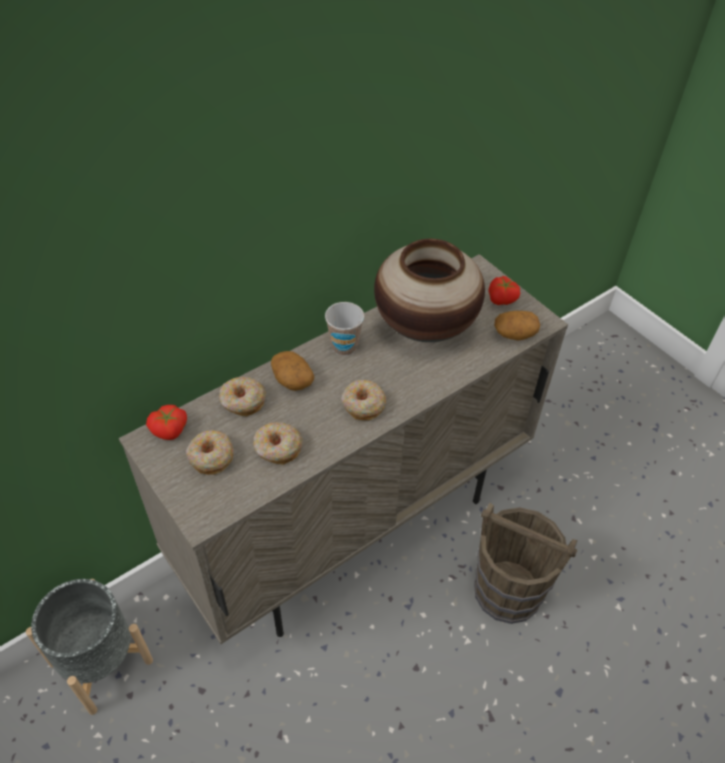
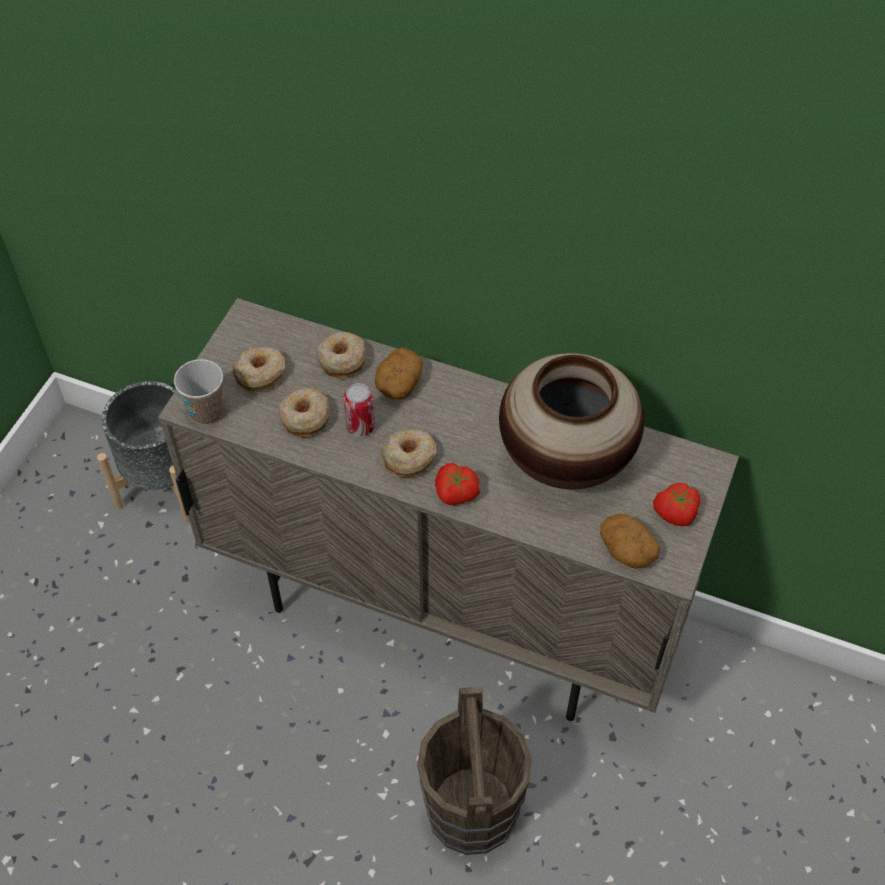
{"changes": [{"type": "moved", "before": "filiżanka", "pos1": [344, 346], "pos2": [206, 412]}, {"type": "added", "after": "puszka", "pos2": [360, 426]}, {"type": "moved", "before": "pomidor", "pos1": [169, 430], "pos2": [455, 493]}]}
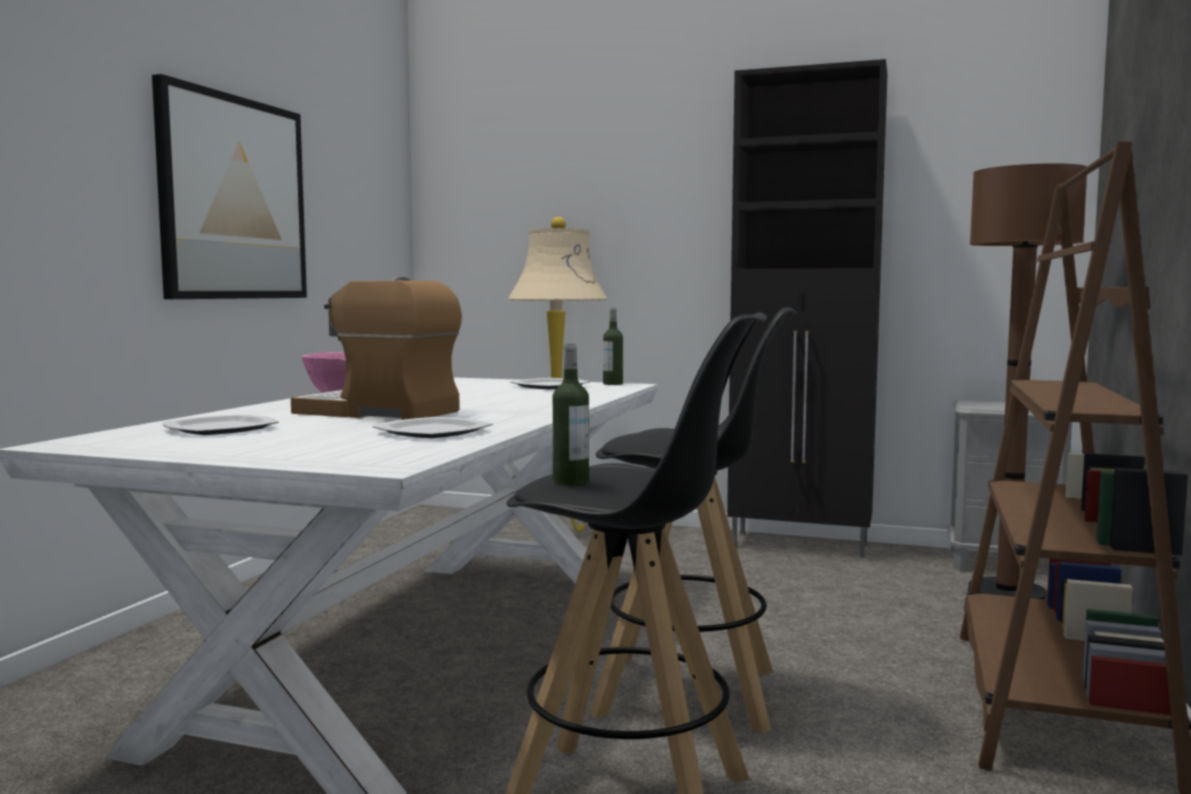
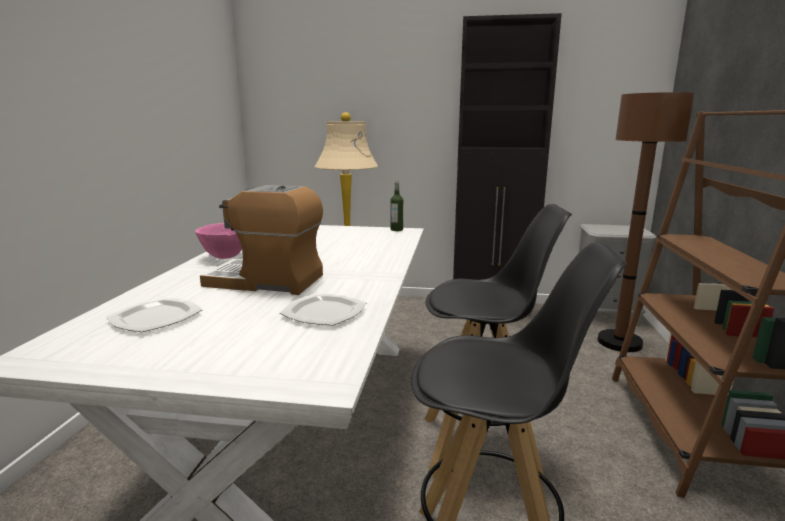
{"changes": [{"type": "removed", "before": "obraz", "pos1": [233, 198]}, {"type": "removed", "before": "talerz", "pos1": [550, 386]}, {"type": "removed", "before": "butelka", "pos1": [570, 481]}]}
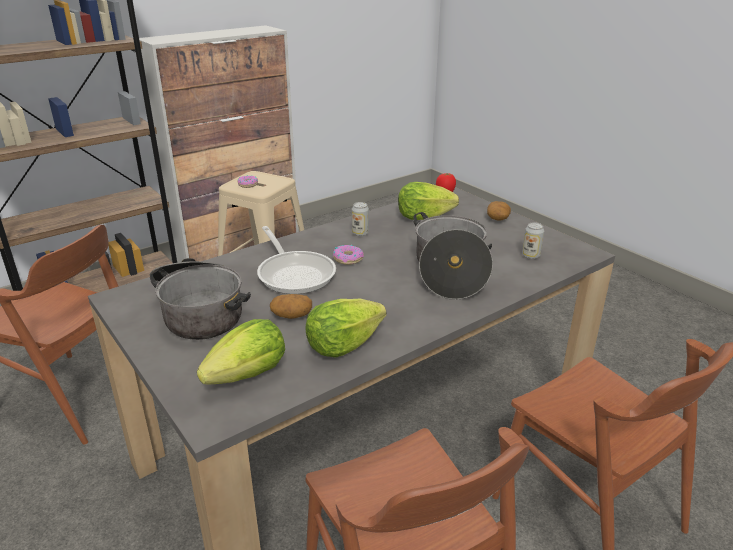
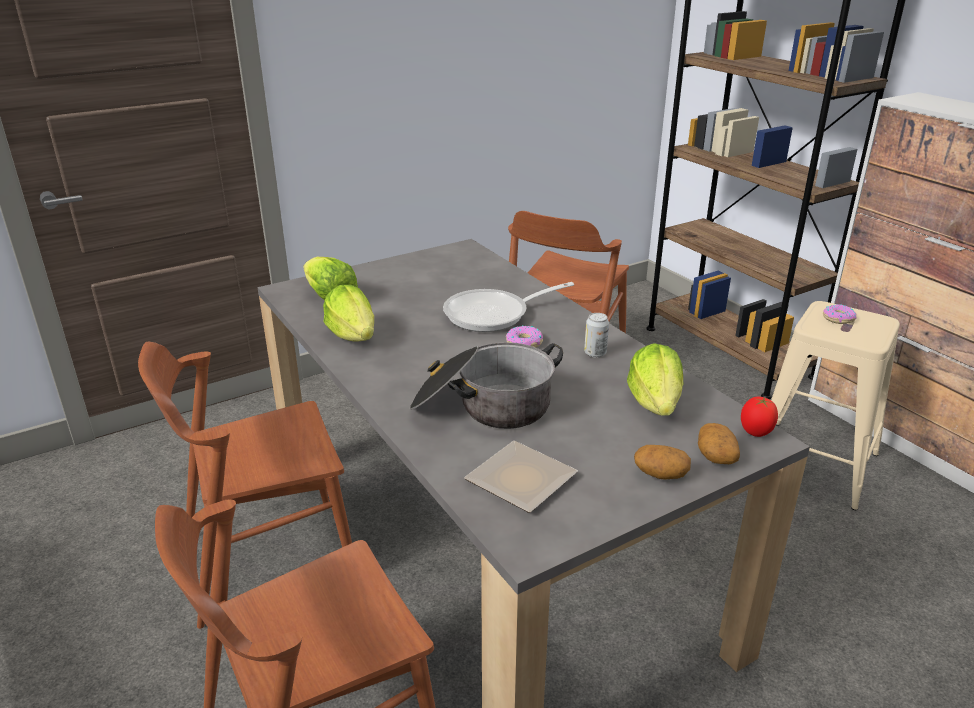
{"changes": [{"type": "replaced", "before": "puszka", "after": "talerz", "pos1": [531, 255], "pos2": [521, 483]}, {"type": "moved", "before": "ziemniak", "pos1": [291, 315], "pos2": [715, 455]}, {"type": "removed", "before": "garnek", "pos1": [200, 312]}]}
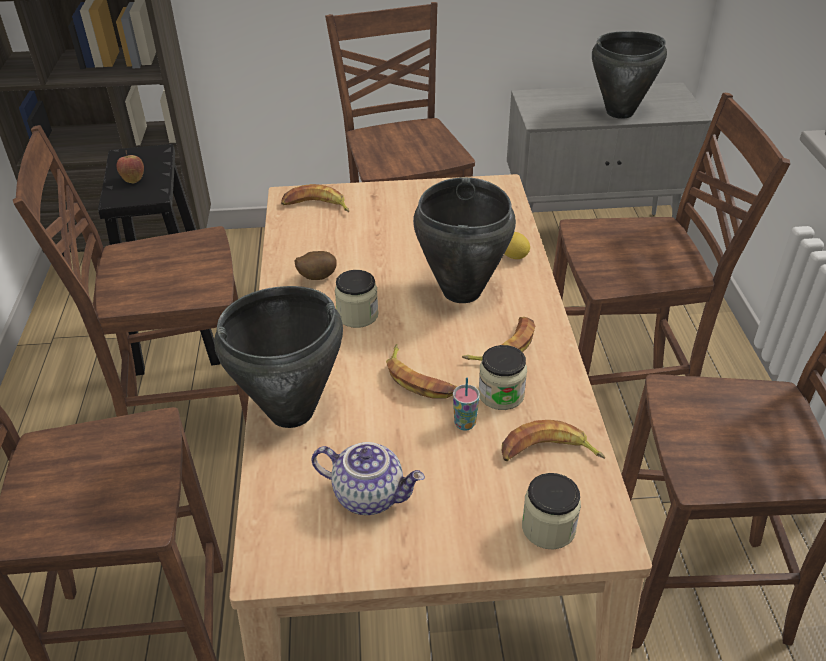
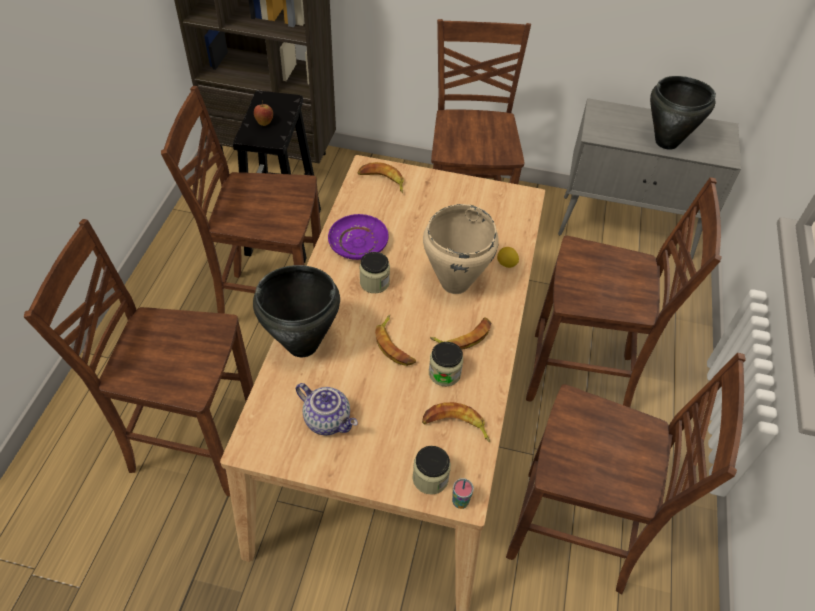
{"changes": [{"type": "replaced", "before": "ziemniak", "after": "talerz/fioletowy", "pos1": [316, 277], "pos2": [358, 243]}, {"type": "recoloured", "before": "garnek/czarny", "after": "garnek/beżowy", "pos1": [461, 291], "pos2": [454, 283]}, {"type": "moved", "before": "filiżanka", "pos1": [465, 424], "pos2": [460, 502]}]}
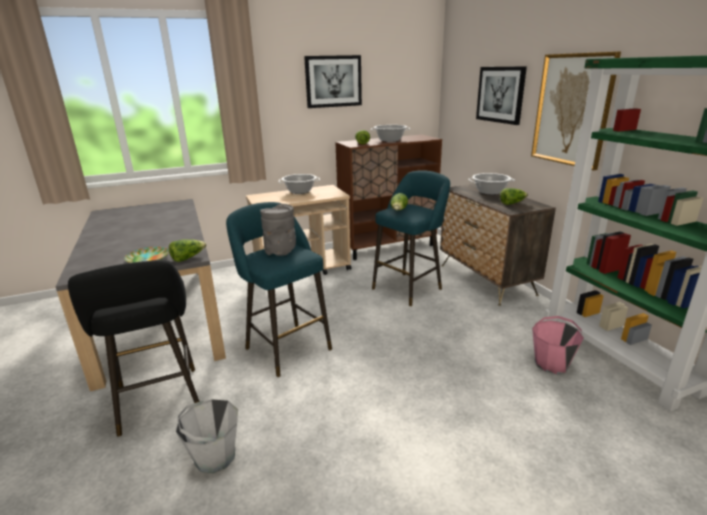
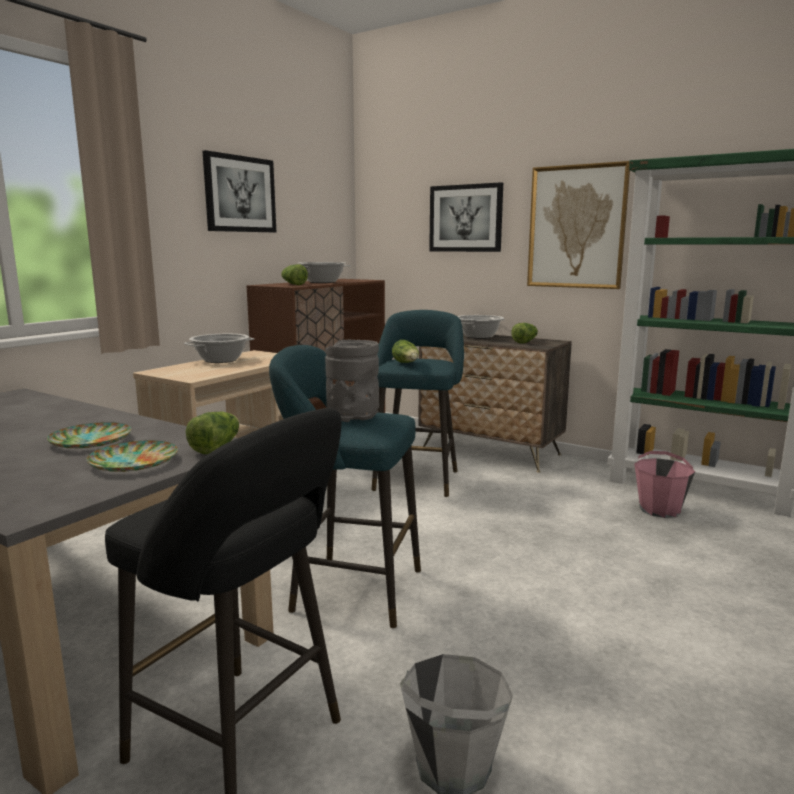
{"changes": [{"type": "added", "after": "talerz", "pos2": [90, 441]}]}
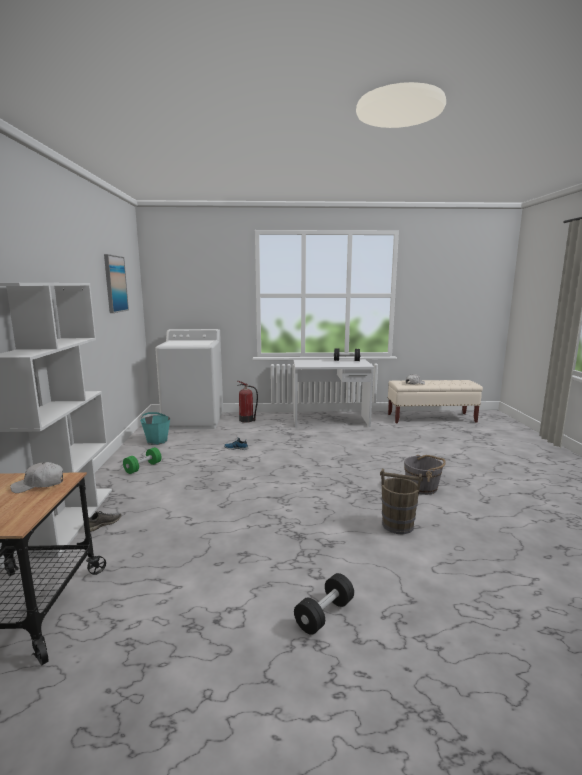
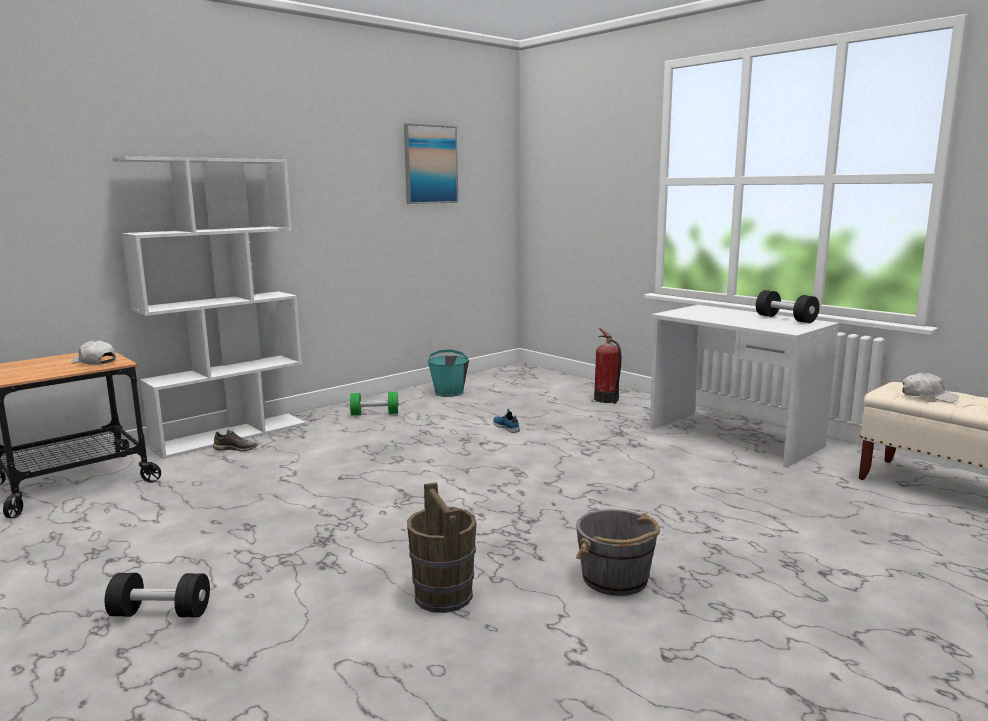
{"changes": [{"type": "removed", "before": "pralka/biały", "pos1": [194, 421]}]}
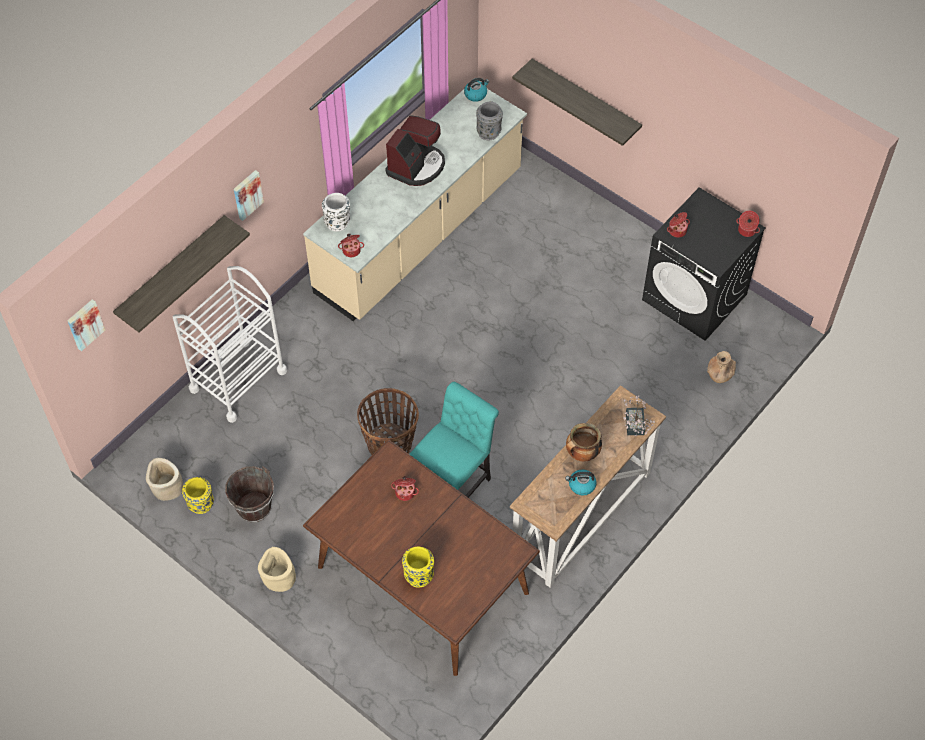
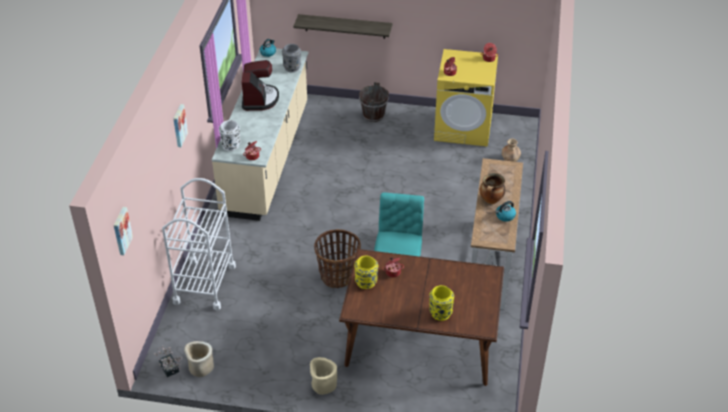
{"changes": [{"type": "moved", "before": "roślina doniczkowa", "pos1": [634, 427], "pos2": [170, 369]}, {"type": "moved", "before": "wazon/żółty", "pos1": [201, 504], "pos2": [366, 282]}, {"type": "moved", "before": "wiadro/brązowy", "pos1": [254, 508], "pos2": [373, 115]}, {"type": "recoloured", "before": "pralka/czarny", "after": "pralka/żółty", "pos1": [695, 297], "pos2": [463, 128]}, {"type": "removed", "before": "półka", "pos1": [172, 271]}]}
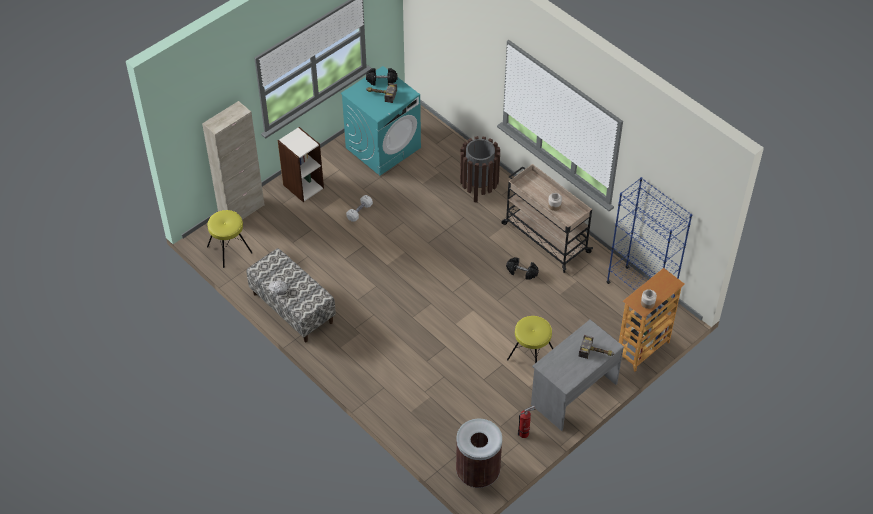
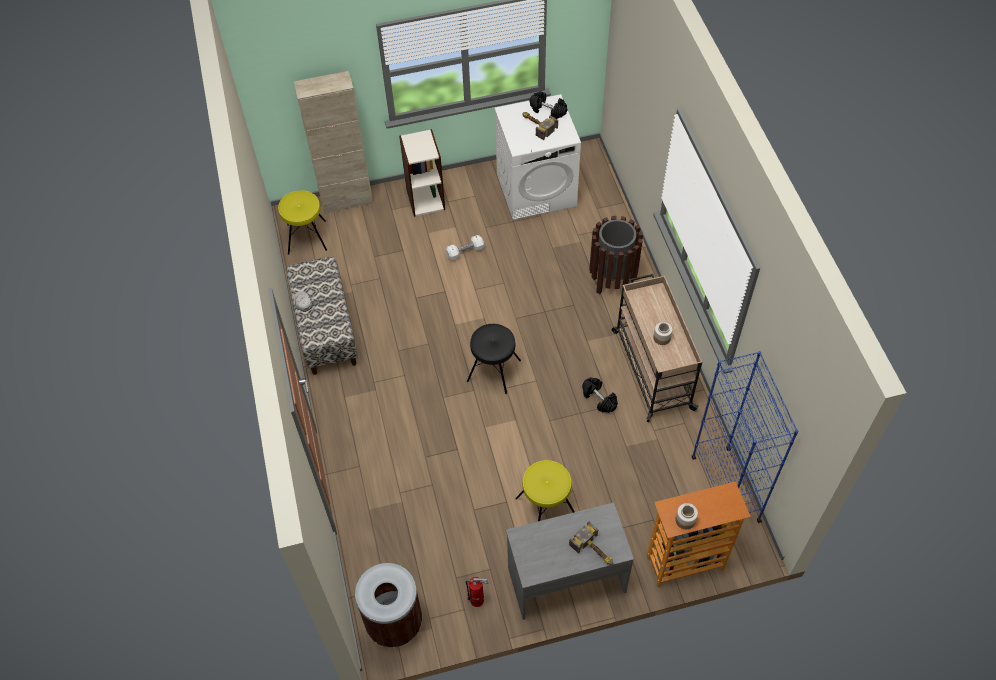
{"changes": [{"type": "added", "after": "stołek/czarny", "pos2": [493, 371]}, {"type": "recoloured", "before": "pralka/turkusowy", "after": "pralka/biały", "pos1": [383, 147], "pos2": [536, 190]}]}
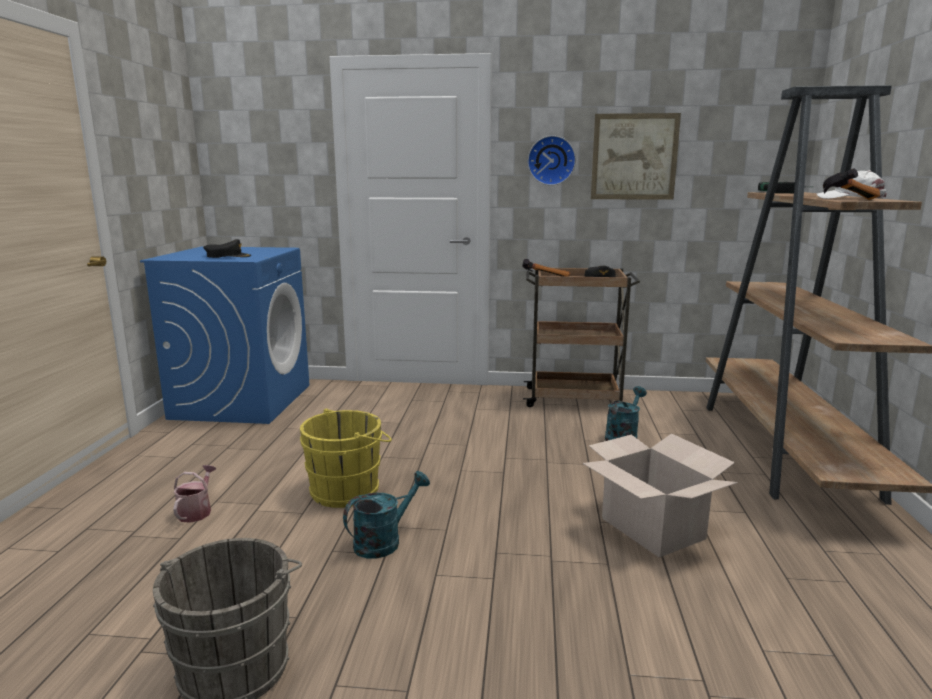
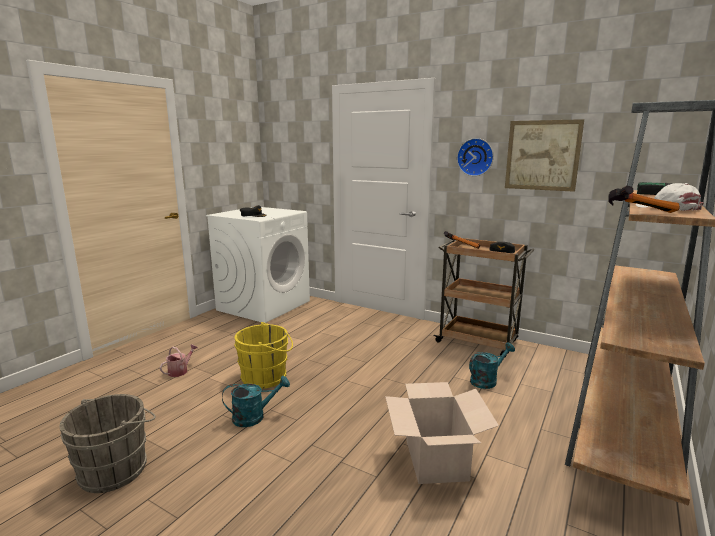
{"changes": [{"type": "recoloured", "before": "pralka/niebieski", "after": "pralka/biały", "pos1": [242, 401], "pos2": [264, 305]}]}
